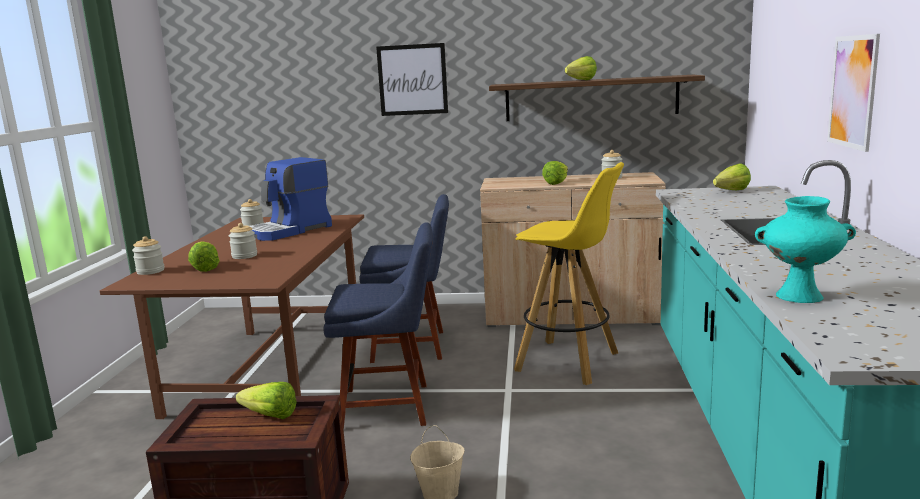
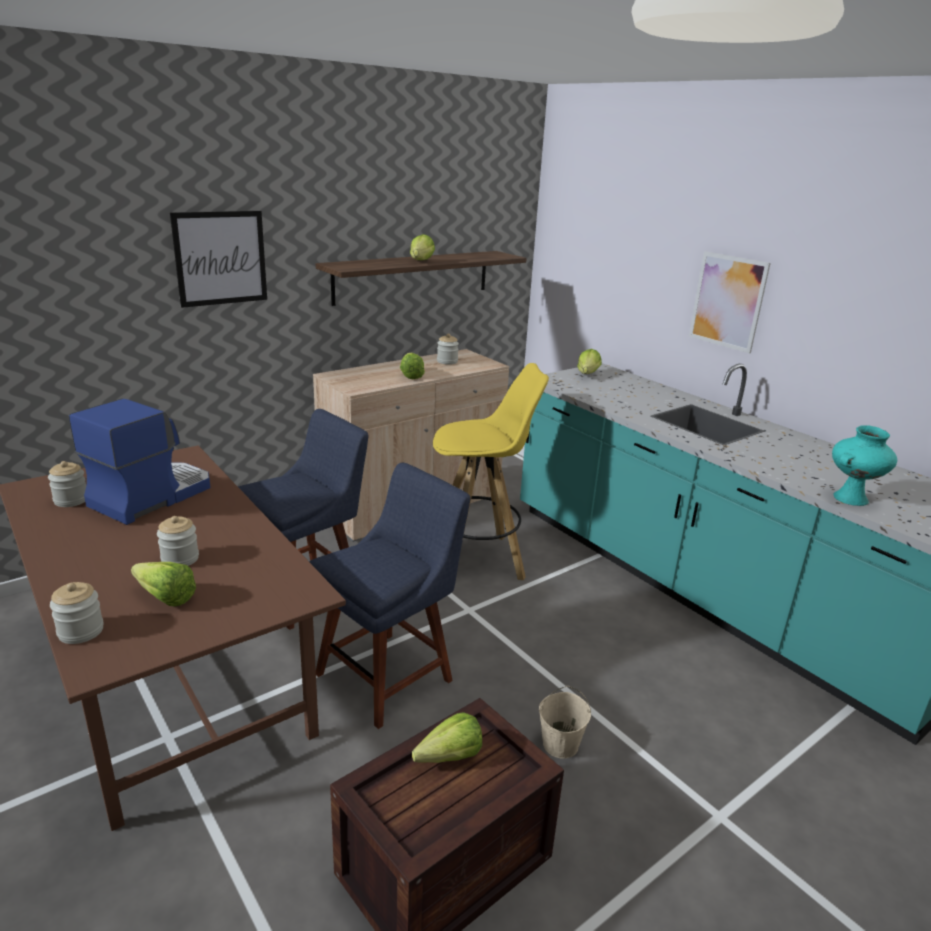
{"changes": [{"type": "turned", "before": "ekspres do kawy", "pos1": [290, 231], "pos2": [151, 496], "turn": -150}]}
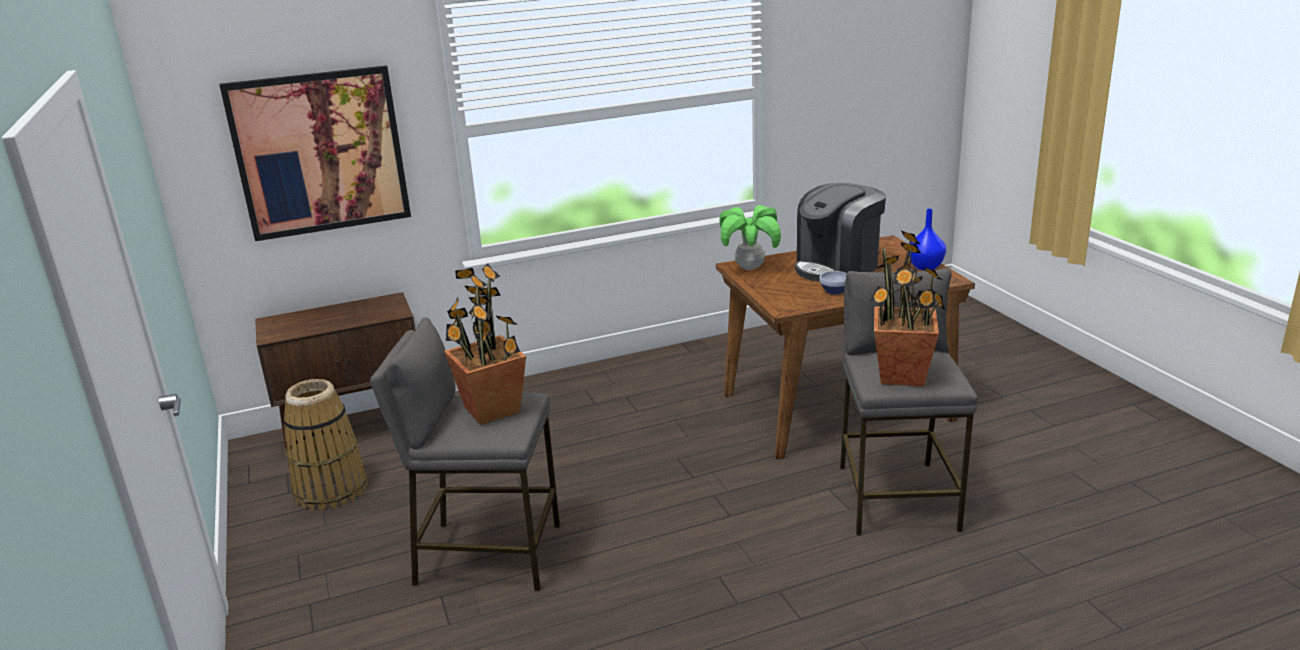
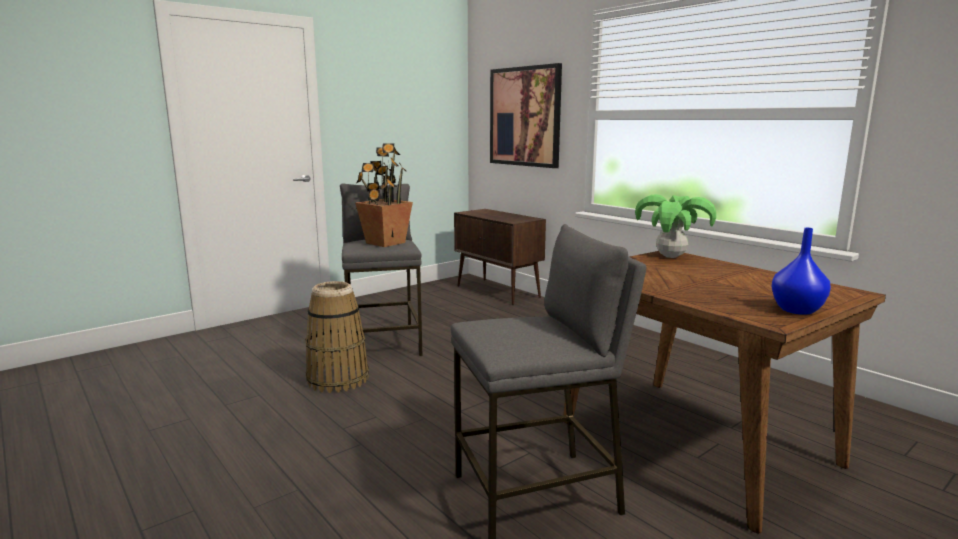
{"changes": [{"type": "moved", "before": "koszyk", "pos1": [330, 490], "pos2": [337, 379]}, {"type": "removed", "before": "ekspres do kawy", "pos1": [837, 267]}, {"type": "removed", "before": "miska", "pos1": [833, 291]}, {"type": "removed", "before": "roślina doniczkowa", "pos1": [902, 376]}]}
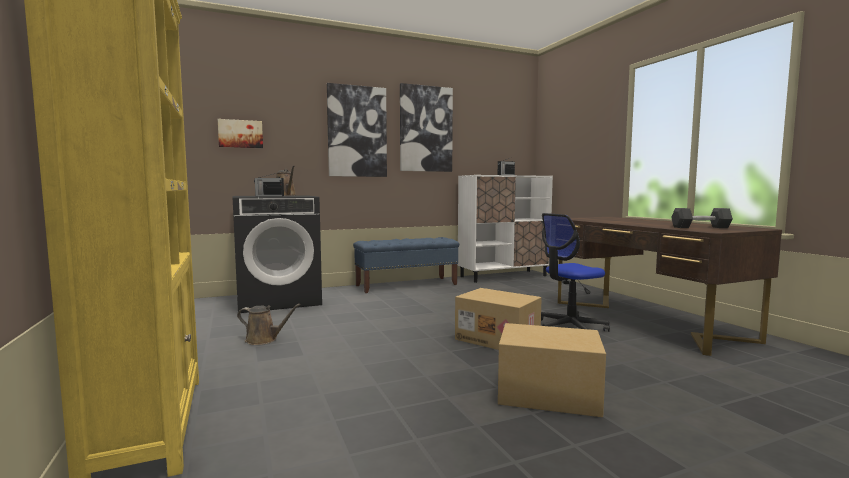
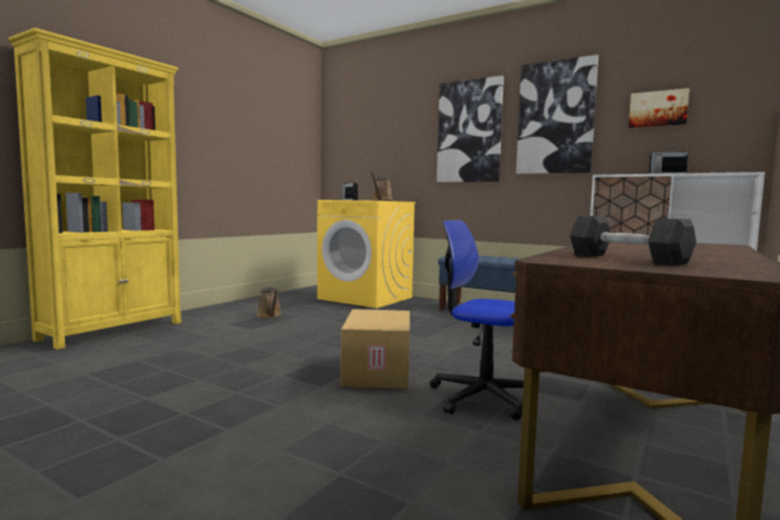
{"changes": [{"type": "recoloured", "before": "pralka/czarny", "after": "pralka/żółty", "pos1": [278, 300], "pos2": [366, 298]}, {"type": "moved", "before": "obraz", "pos1": [240, 134], "pos2": [658, 109]}, {"type": "removed", "before": "karton", "pos1": [547, 395]}]}
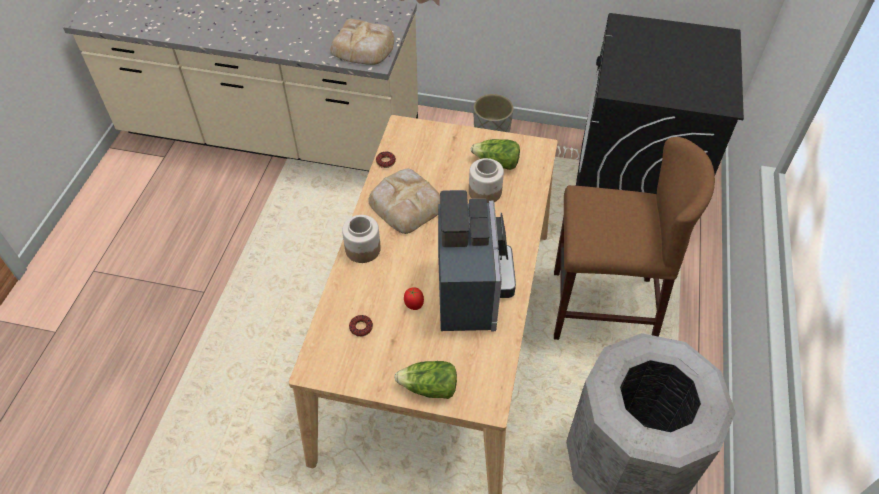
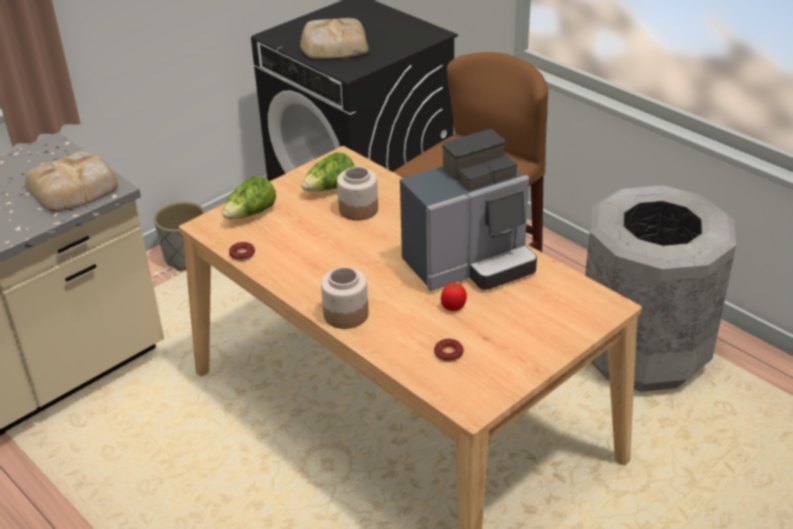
{"changes": [{"type": "moved", "before": "sałata", "pos1": [429, 388], "pos2": [251, 214]}, {"type": "moved", "before": "chleb", "pos1": [406, 203], "pos2": [333, 45]}, {"type": "turned", "before": "ekspres do kawy", "pos1": [472, 289], "pos2": [470, 264], "turn": 120}]}
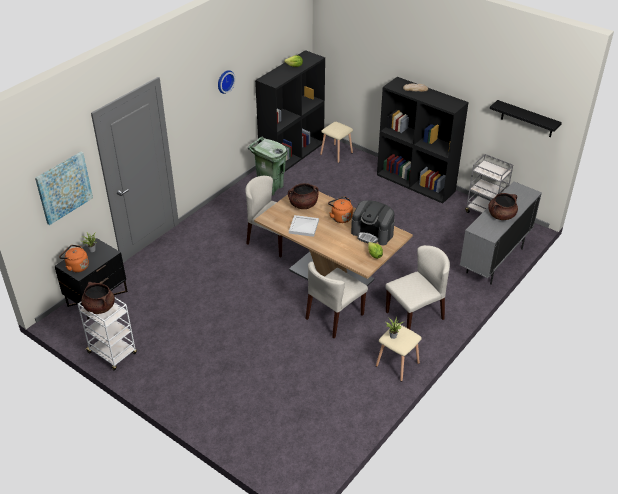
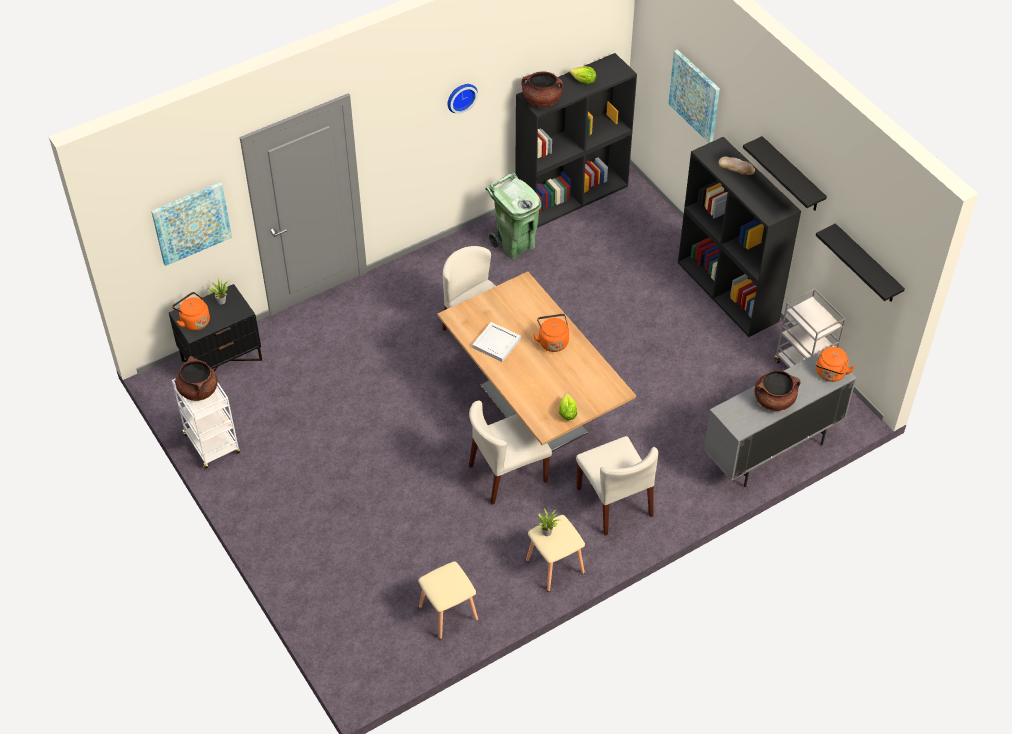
{"changes": [{"type": "moved", "before": "stołek/beżowy", "pos1": [337, 153], "pos2": [449, 613]}, {"type": "moved", "before": "garnek/brązowy", "pos1": [303, 205], "pos2": [542, 101]}, {"type": "turned", "before": "krzesło/beżowy", "pos1": [415, 315], "pos2": [615, 502], "turn": 75}, {"type": "added", "after": "obraz", "pos2": [695, 95]}, {"type": "added", "after": "półka/czarny", "pos2": [792, 176]}, {"type": "added", "after": "czajnik/pomarańczowy", "pos2": [830, 374]}, {"type": "removed", "before": "ekspres do kawy", "pos1": [372, 233]}]}
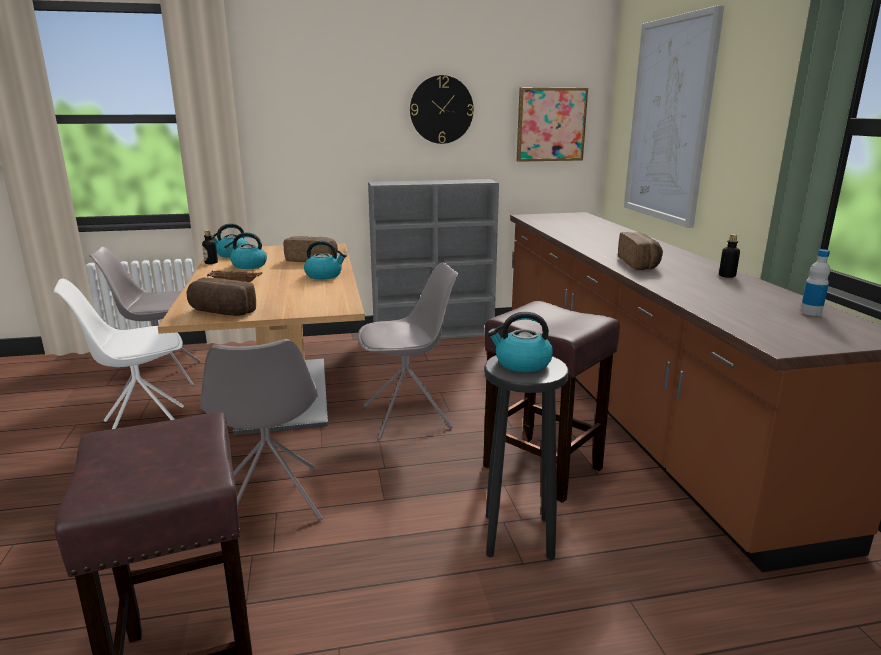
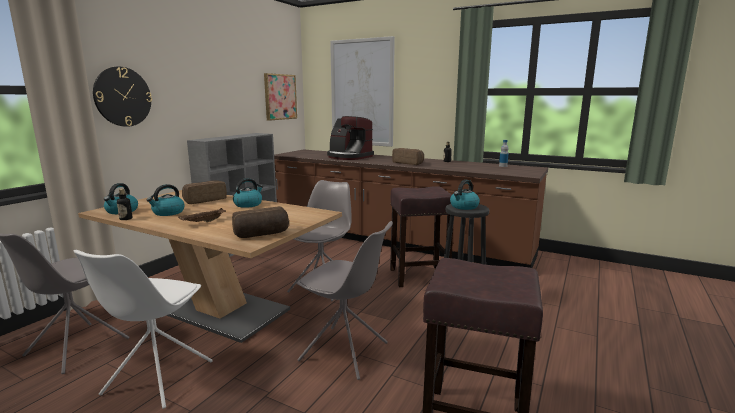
{"changes": [{"type": "moved", "before": "zegar ścienny", "pos1": [441, 110], "pos2": [122, 97]}, {"type": "added", "after": "ekspres do kawy", "pos2": [349, 157]}]}
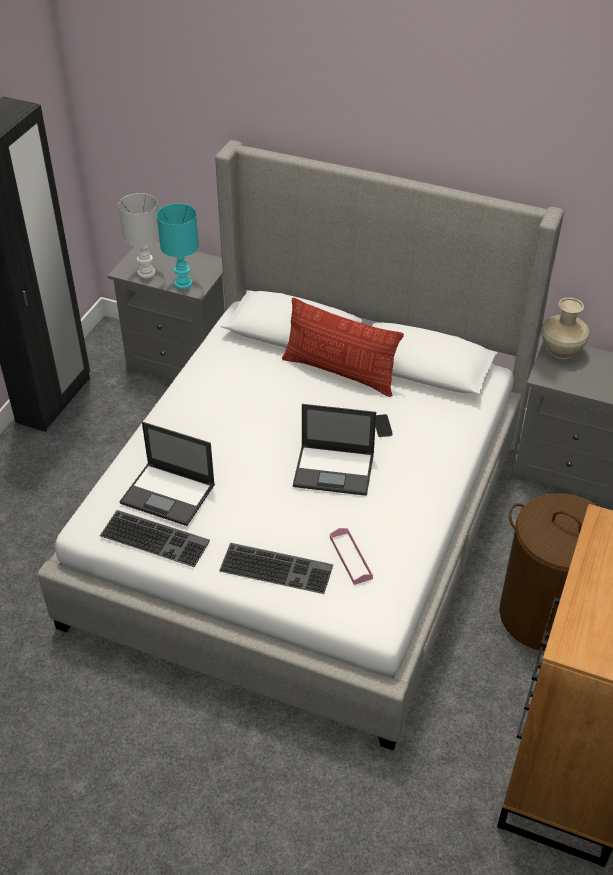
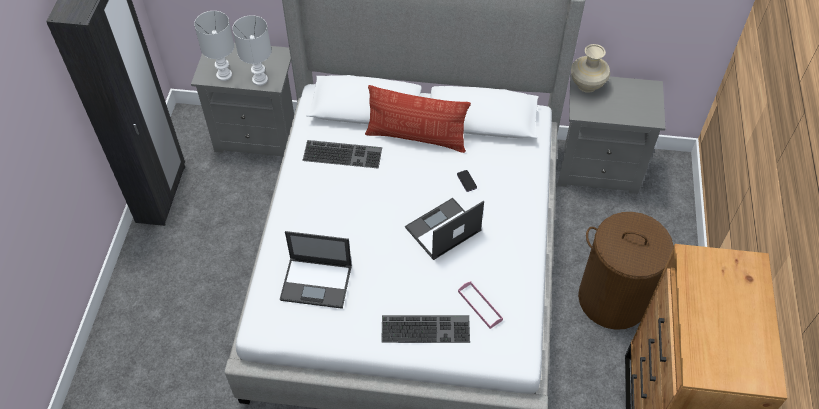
{"changes": [{"type": "recoloured", "before": "lampa stołowa/turkusowy", "after": "lampa stołowa/biały", "pos1": [183, 284], "pos2": [260, 80]}, {"type": "moved", "before": "klawiatura", "pos1": [156, 537], "pos2": [343, 153]}, {"type": "turned", "before": "laptop", "pos1": [335, 470], "pos2": [442, 229], "turn": 150}]}
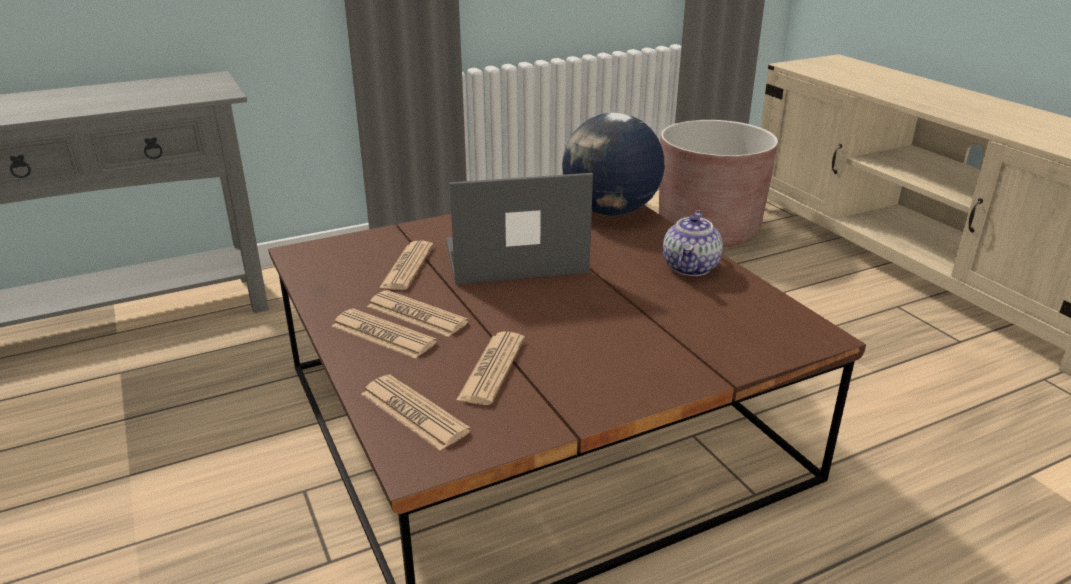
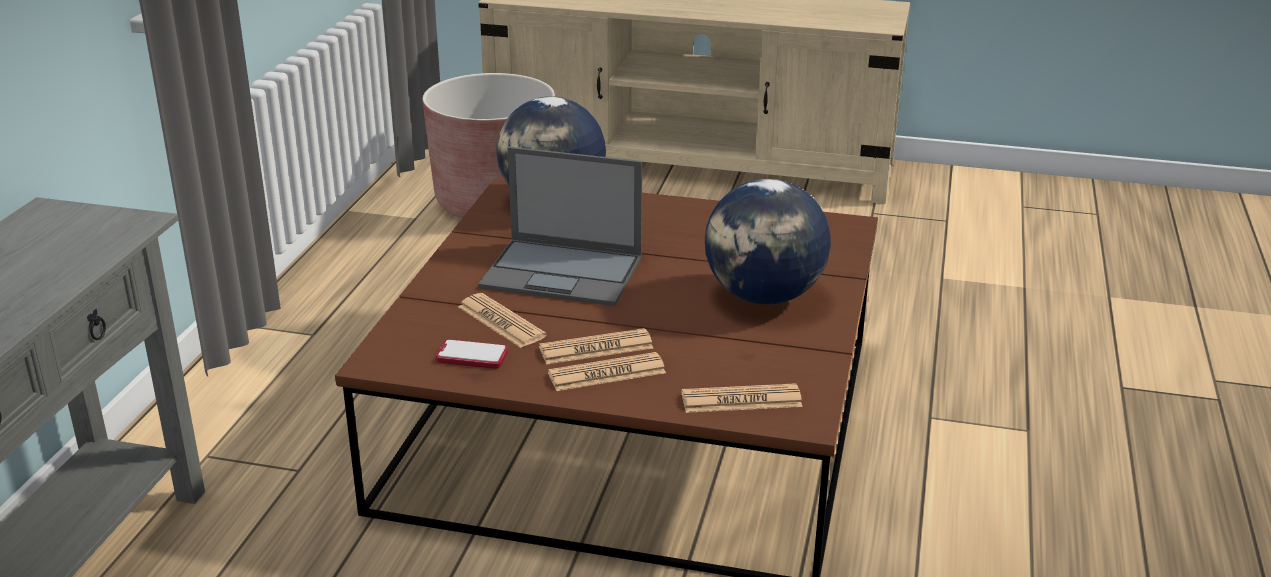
{"changes": [{"type": "added", "after": "telefon", "pos2": [472, 356]}, {"type": "turned", "before": "laptop", "pos1": [513, 257], "pos2": [564, 272], "turn": -105}, {"type": "added", "after": "globus", "pos2": [764, 296]}, {"type": "removed", "before": "gazeta", "pos1": [492, 369]}, {"type": "removed", "before": "imbryk", "pos1": [691, 268]}]}
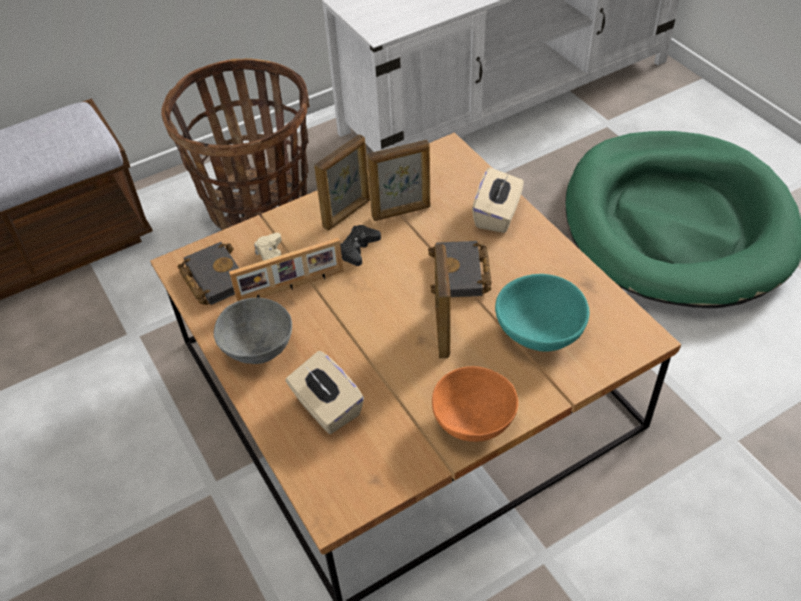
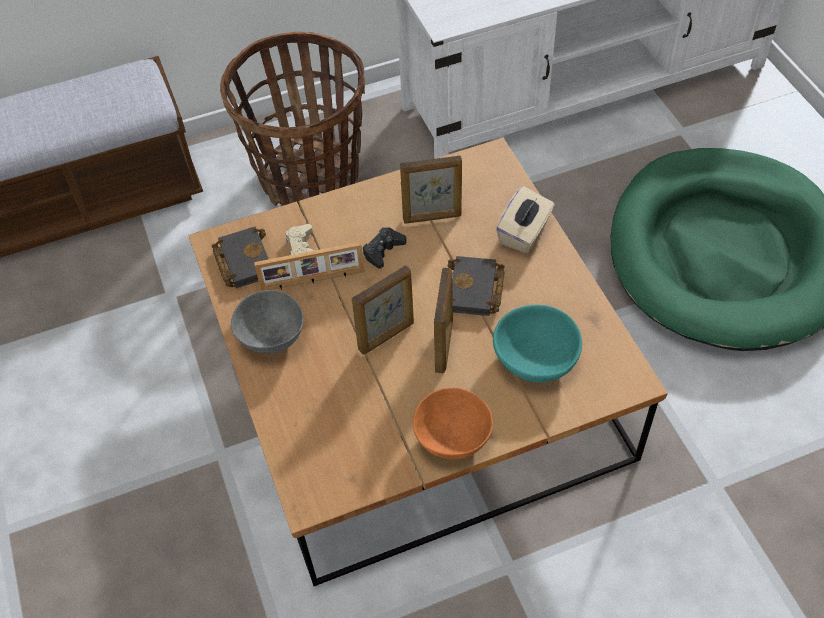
{"changes": [{"type": "moved", "before": "ramka na zdjęcie", "pos1": [347, 213], "pos2": [387, 336]}, {"type": "removed", "before": "pudełko chusteczek/beżowy", "pos1": [326, 407]}]}
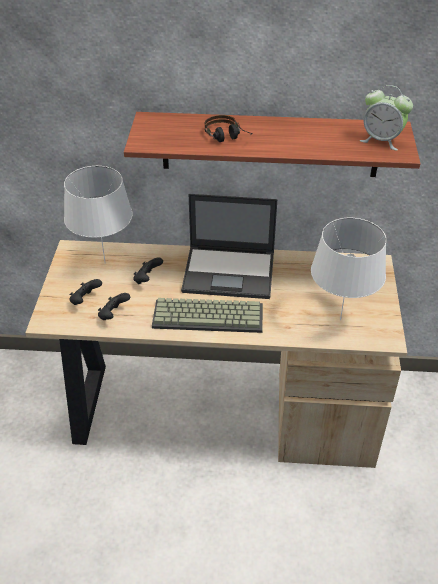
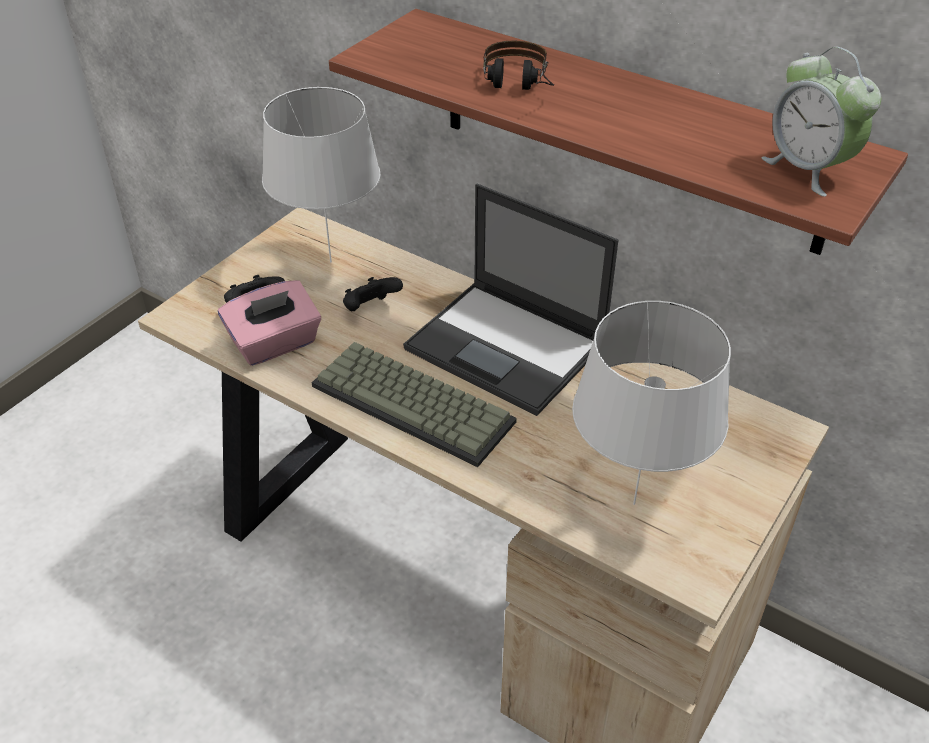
{"changes": [{"type": "replaced", "before": "pad do gier/czarny", "after": "pudełko chusteczek/różowy", "pos1": [113, 315], "pos2": [275, 344]}]}
